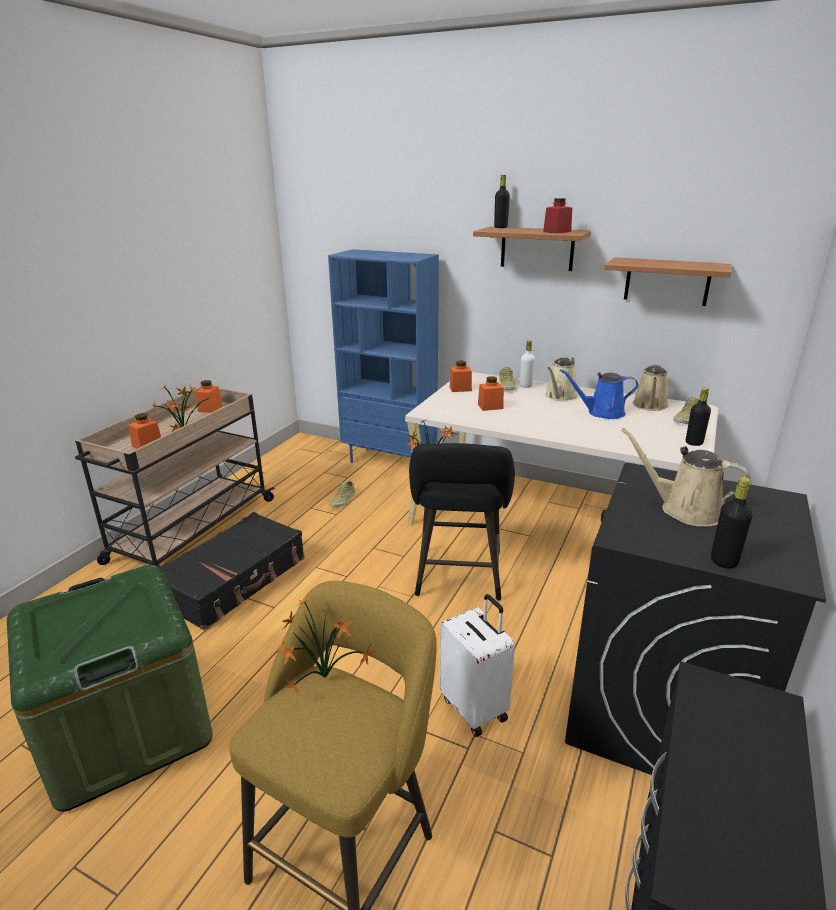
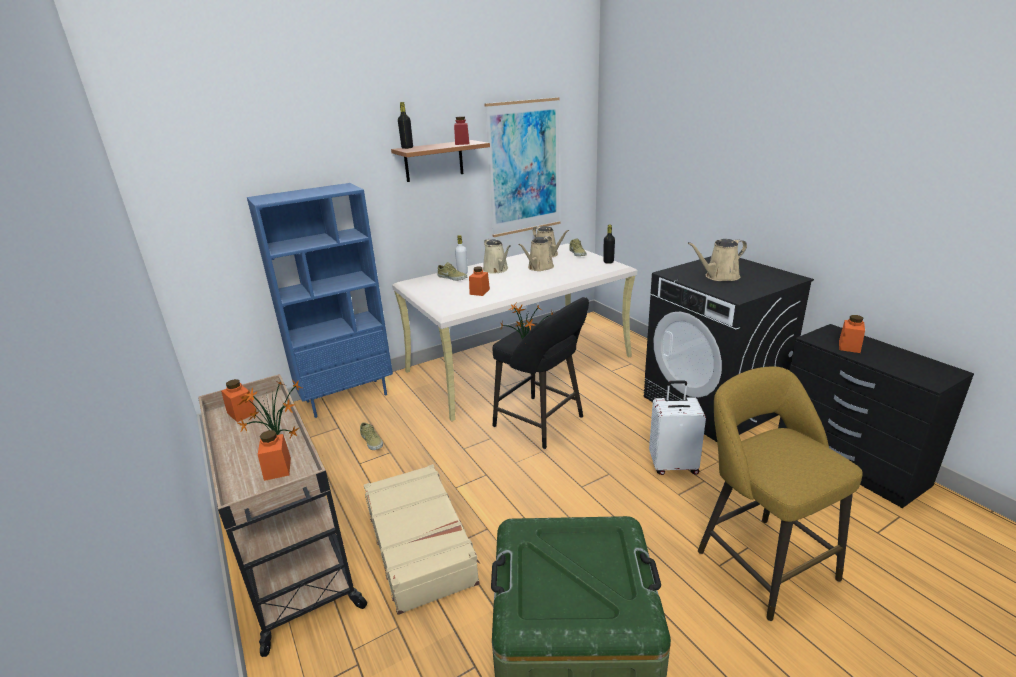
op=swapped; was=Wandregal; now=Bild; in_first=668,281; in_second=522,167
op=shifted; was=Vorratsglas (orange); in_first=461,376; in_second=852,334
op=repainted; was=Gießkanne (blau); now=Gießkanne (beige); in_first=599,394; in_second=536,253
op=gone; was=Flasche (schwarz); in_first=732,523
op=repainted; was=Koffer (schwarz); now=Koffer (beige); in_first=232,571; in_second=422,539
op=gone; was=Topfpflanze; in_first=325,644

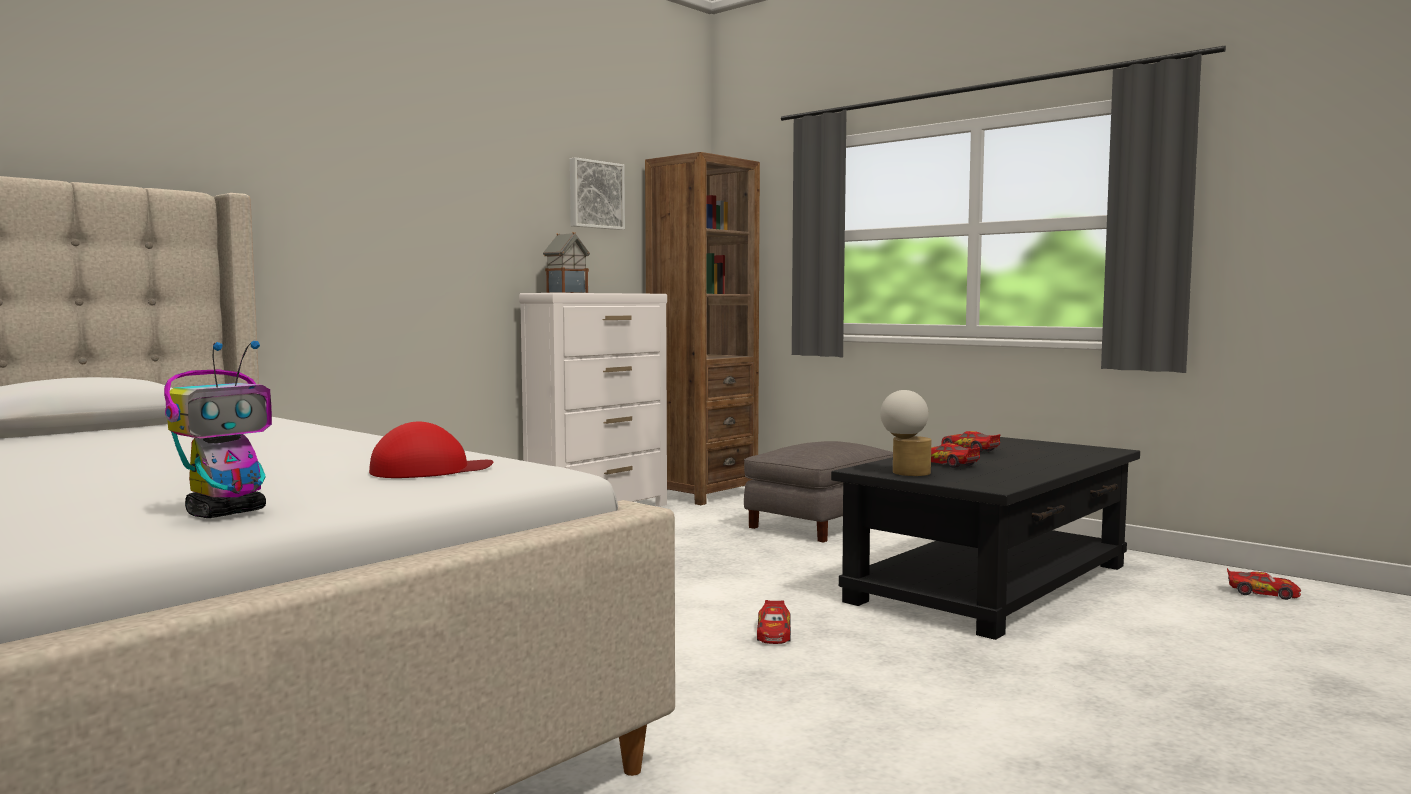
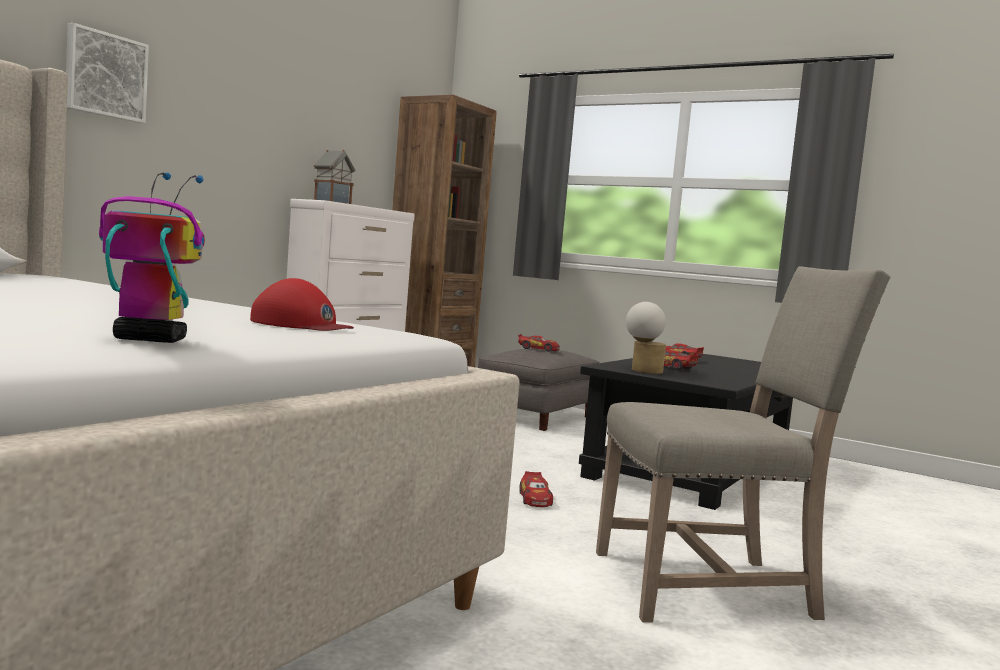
op=shifted; was=Bild; in_first=597,193; in_second=107,73
op=rotated; was=Spielzeugroboter; in_first=218,429; in_second=152,257; clockwise=-120
op=rotated; was=Kappe (rot); in_first=431,450; in_second=302,304; clockwise=60
op=shifted; was=Spielzeugauto; in_first=1264,584; in_second=539,343
op=new; now=Stuhl (beige); in_second=743,444

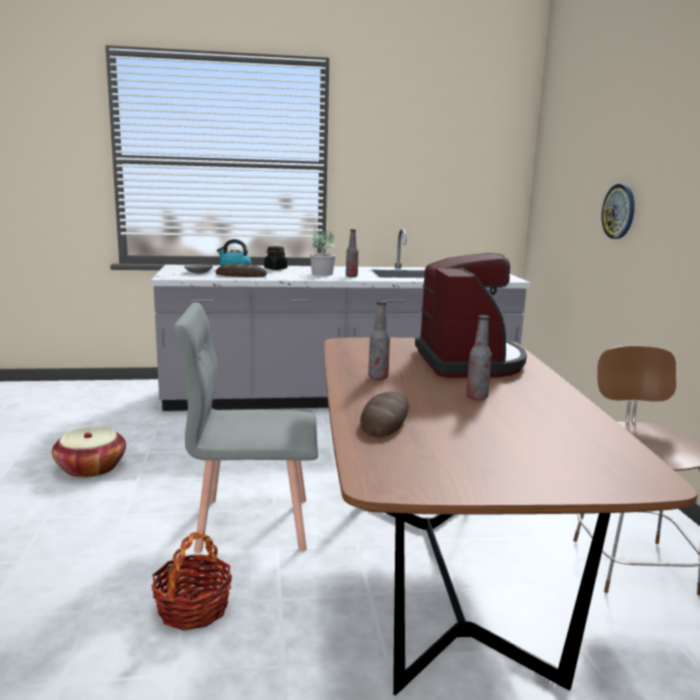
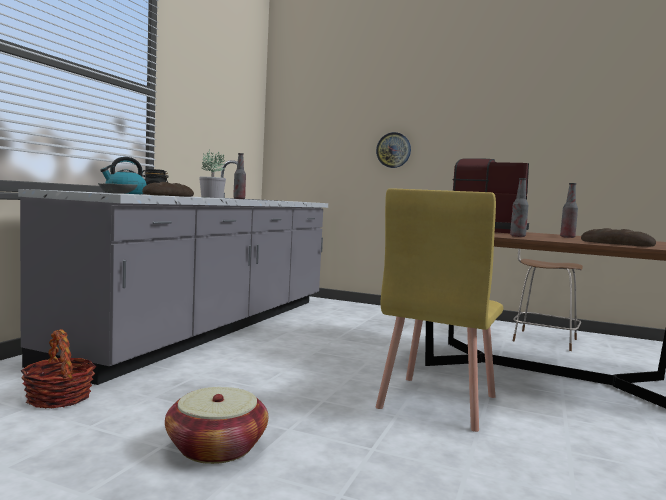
op=repainted; was=Stuhl (grau); now=Stuhl (gelb); in_first=246,427; in_second=439,310
op=shifted; was=Korb; in_first=192,580; in_second=58,368

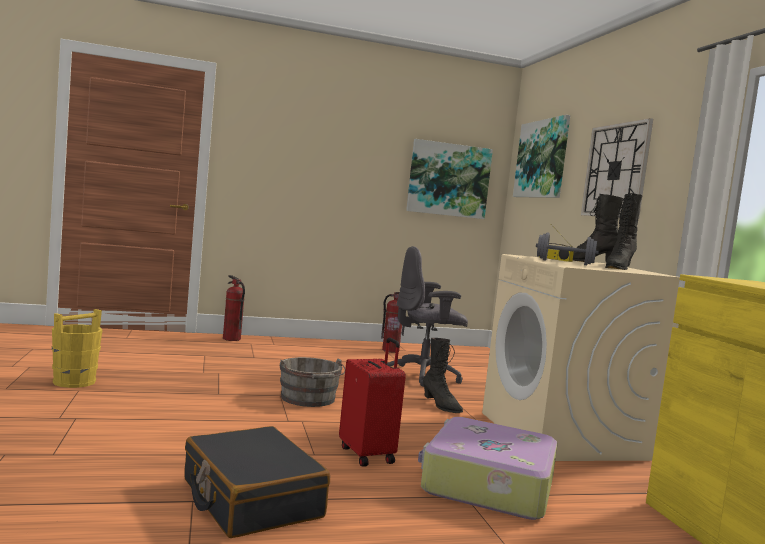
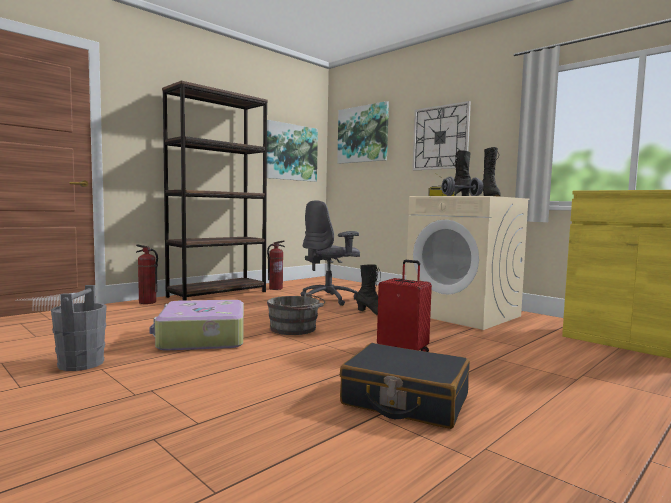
op=repainted; was=Eimer (gelb); now=Eimer (grau); in_first=77,348; in_second=79,328
op=shifted; was=Koffer; in_first=488,468; in_second=196,325
op=new; now=Bücherregal (braun); in_second=215,191

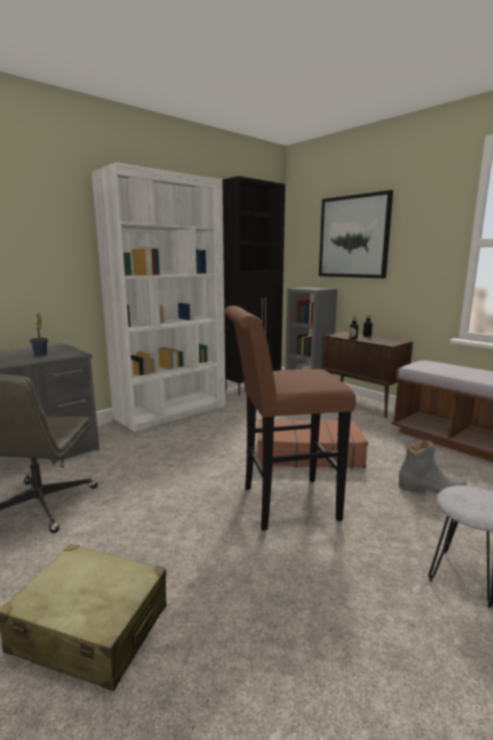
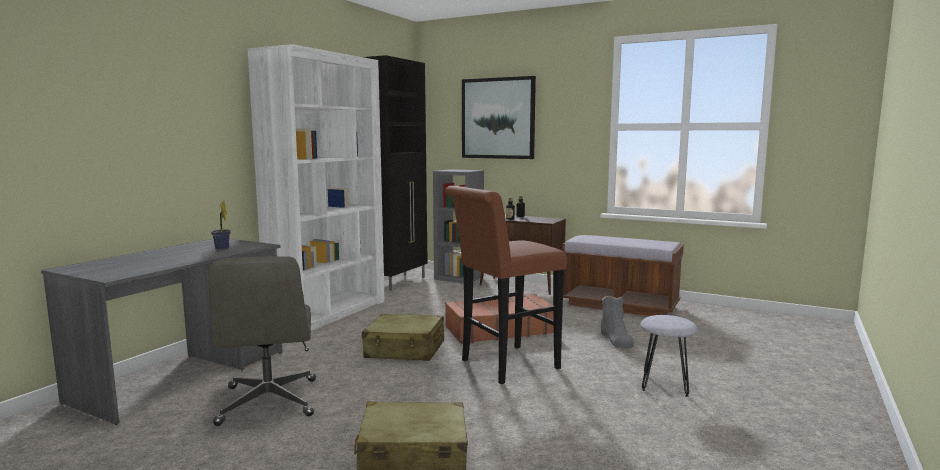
op=rotated; was=Stiefel (grau); in_first=433,467; in_second=617,322; clockwise=90
op=new; now=Koffer (beige); in_second=403,337

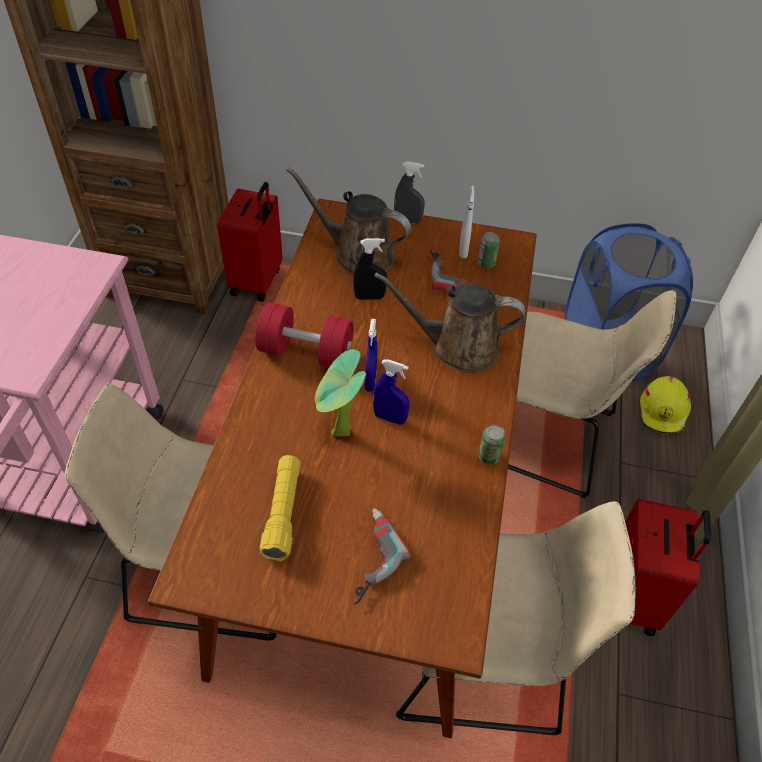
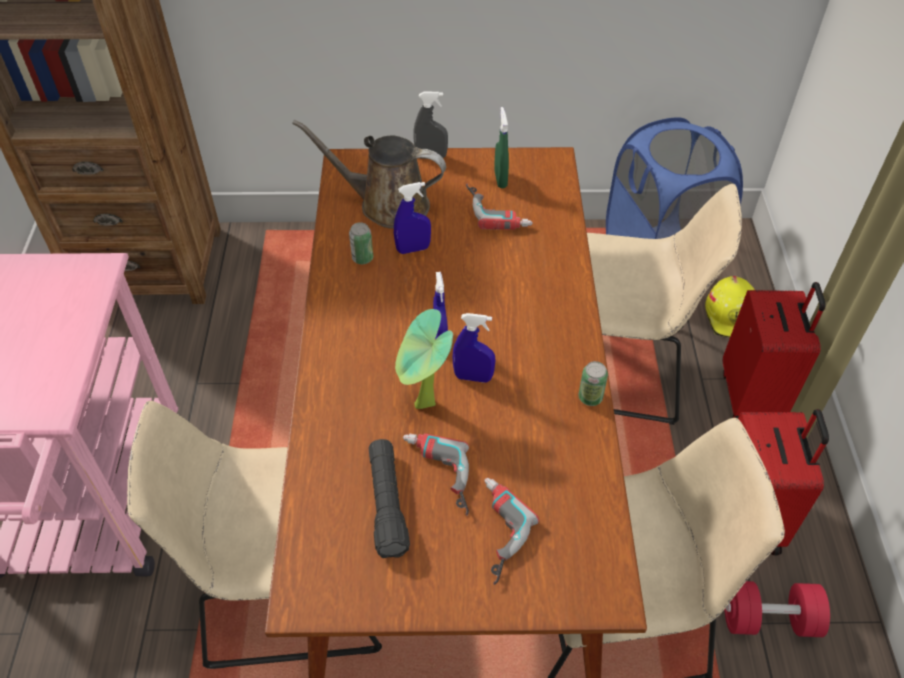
op=shifted; was=Koffer (rot); in_first=249,242; in_second=774,350
op=repainted; was=Sprühflasche (weiß); now=Sprühflasche (grün); in_first=466,222; in_second=501,147
op=shifted; was=Dose; in_first=489,250; in_second=361,243
op=repainted; was=Sprühflasche (schwarz); now=Sprühflasche (blau); in_first=370,269; in_second=412,218
op=gone; was=Gießkanne (braun); in_first=449,322
op=shifted; was=Hantel (rot); in_first=304,334; in_second=777,609
op=repainted; was=Taschenlampe (gelb); now=Taschenlampe (schwarz); in_first=280,508; in_second=389,498
op=new; now=Bohrmaschine; in_second=436,474

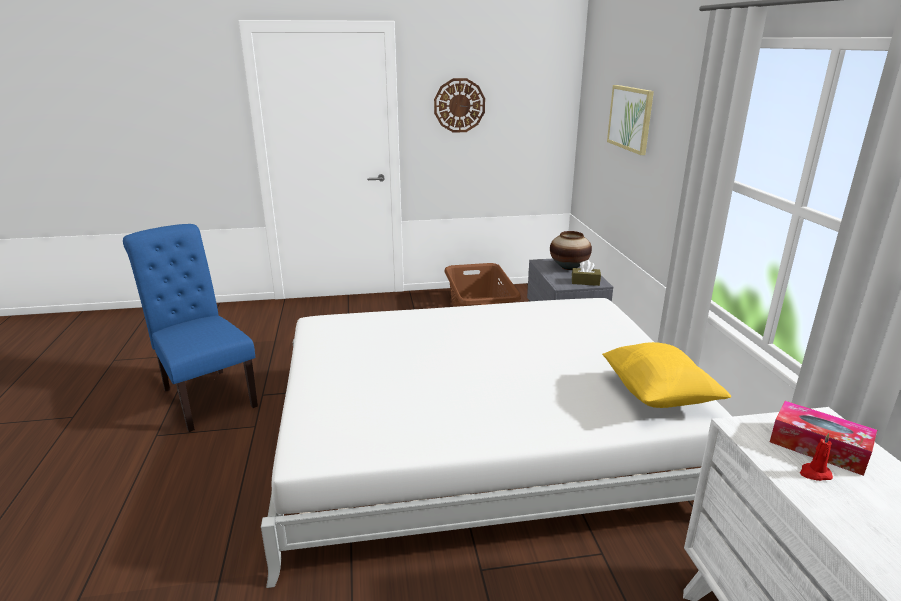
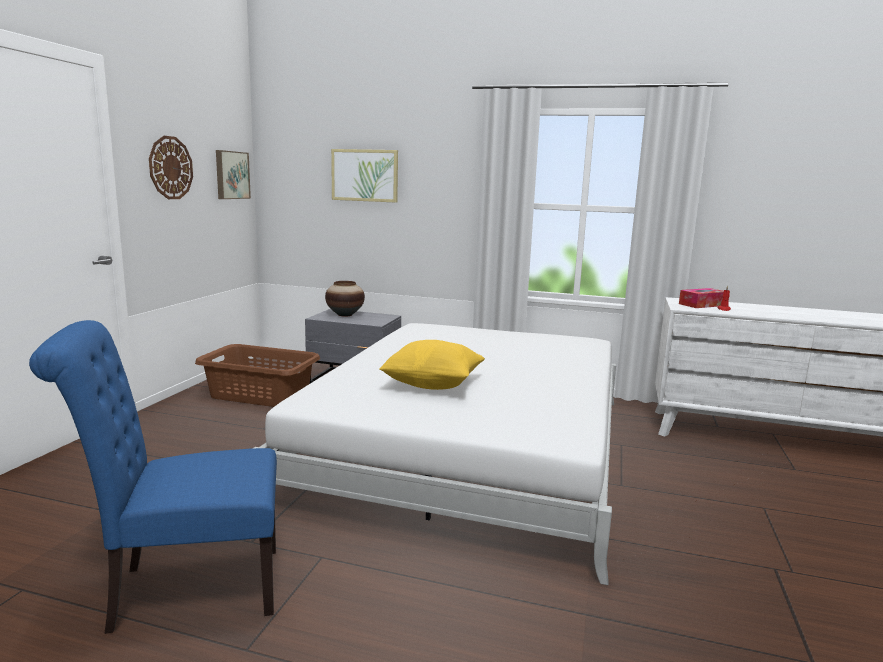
op=gone; was=Taschentuchbox (braun); in_first=586,273
op=shifted; was=Kissen (gelb); in_first=666,375; in_second=432,365
op=new; now=Bild; in_second=233,174

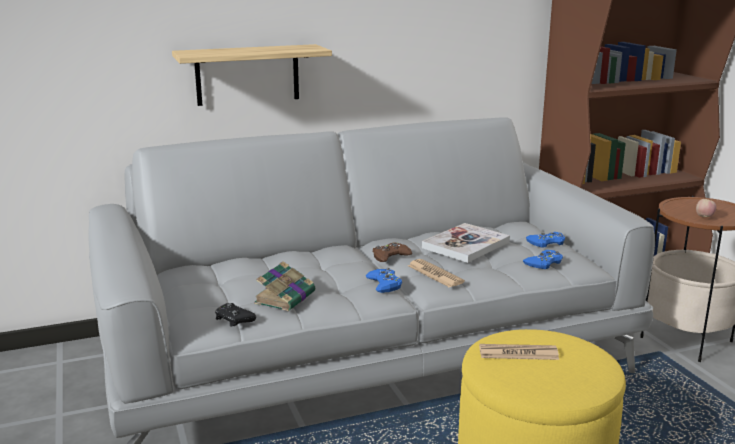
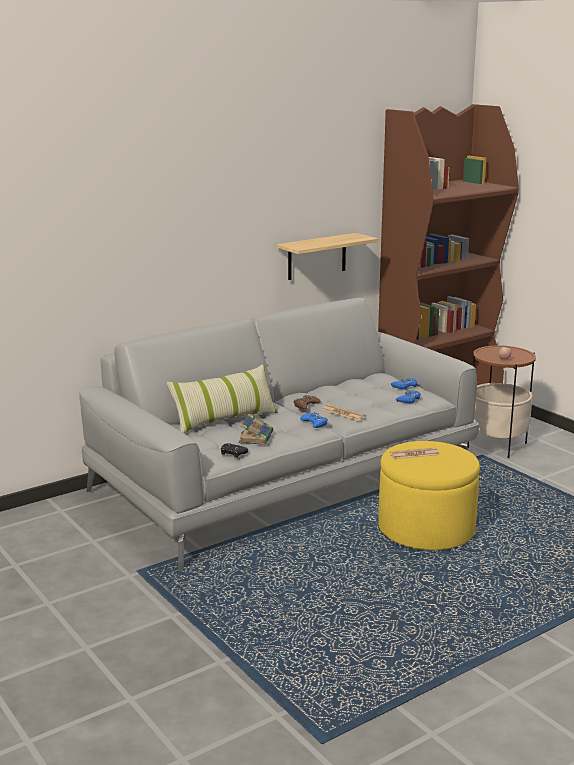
op=shifted; was=Wandregal; in_first=252,75; in_second=328,256
op=gone; was=Buch; in_first=466,243
op=new; now=Kissen; in_second=222,398

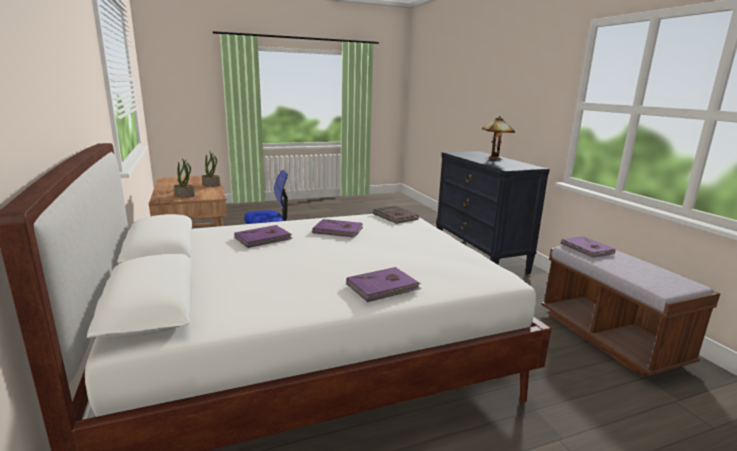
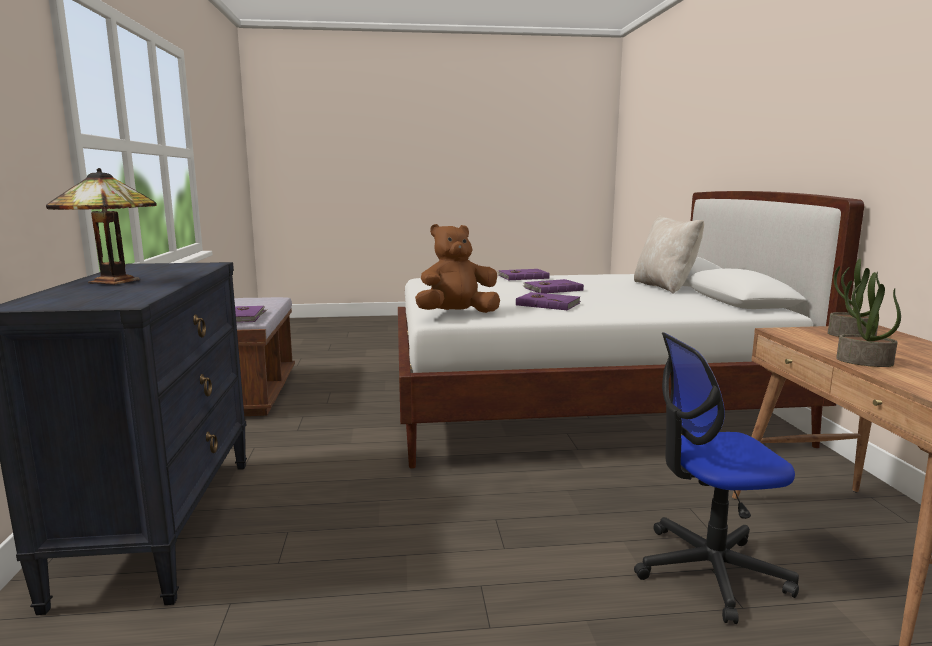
op=swapped; was=Buch (braun); now=Plüschtier (braun); in_first=396,215; in_second=457,268
op=shifted; was=Buch (lila); in_first=264,236; in_second=553,286
op=new; now=Kissen (beige); in_second=669,255

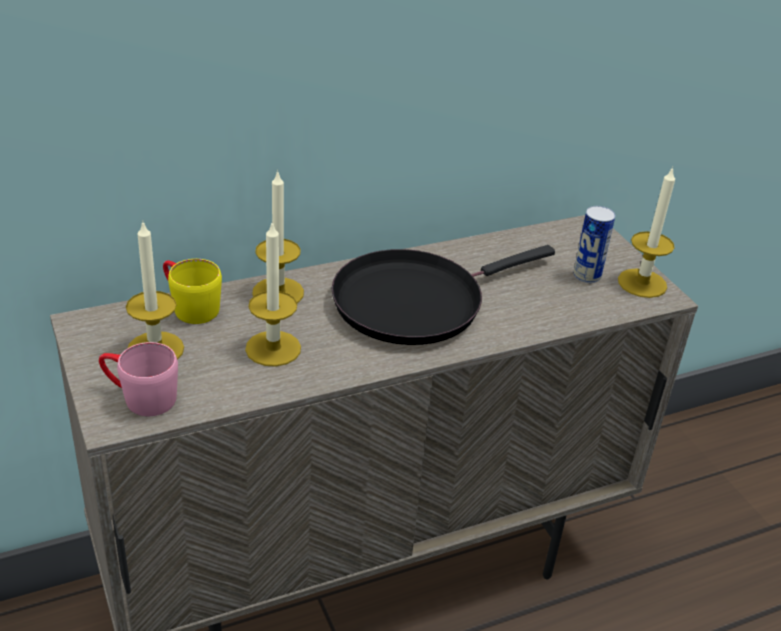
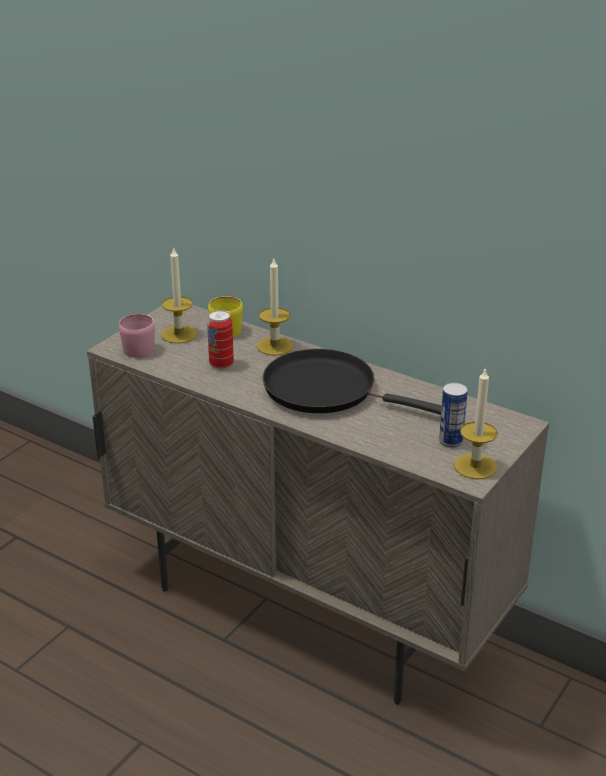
op=swapped; was=Kerze; now=Dose; in_first=273,294; in_second=220,339

